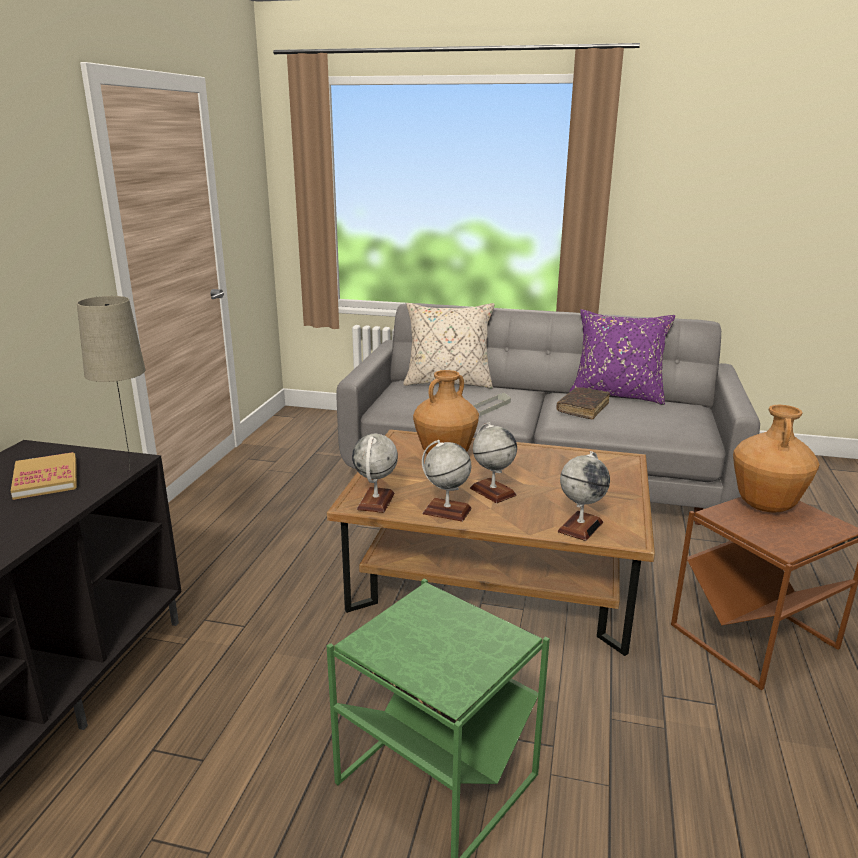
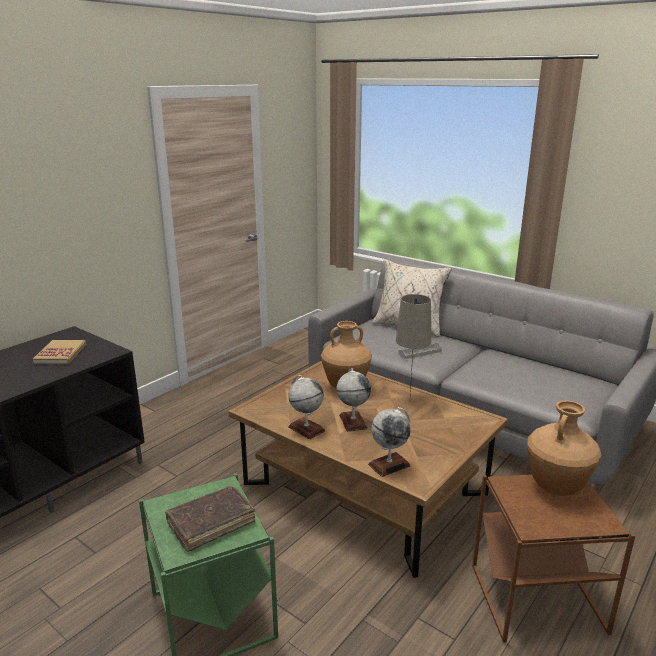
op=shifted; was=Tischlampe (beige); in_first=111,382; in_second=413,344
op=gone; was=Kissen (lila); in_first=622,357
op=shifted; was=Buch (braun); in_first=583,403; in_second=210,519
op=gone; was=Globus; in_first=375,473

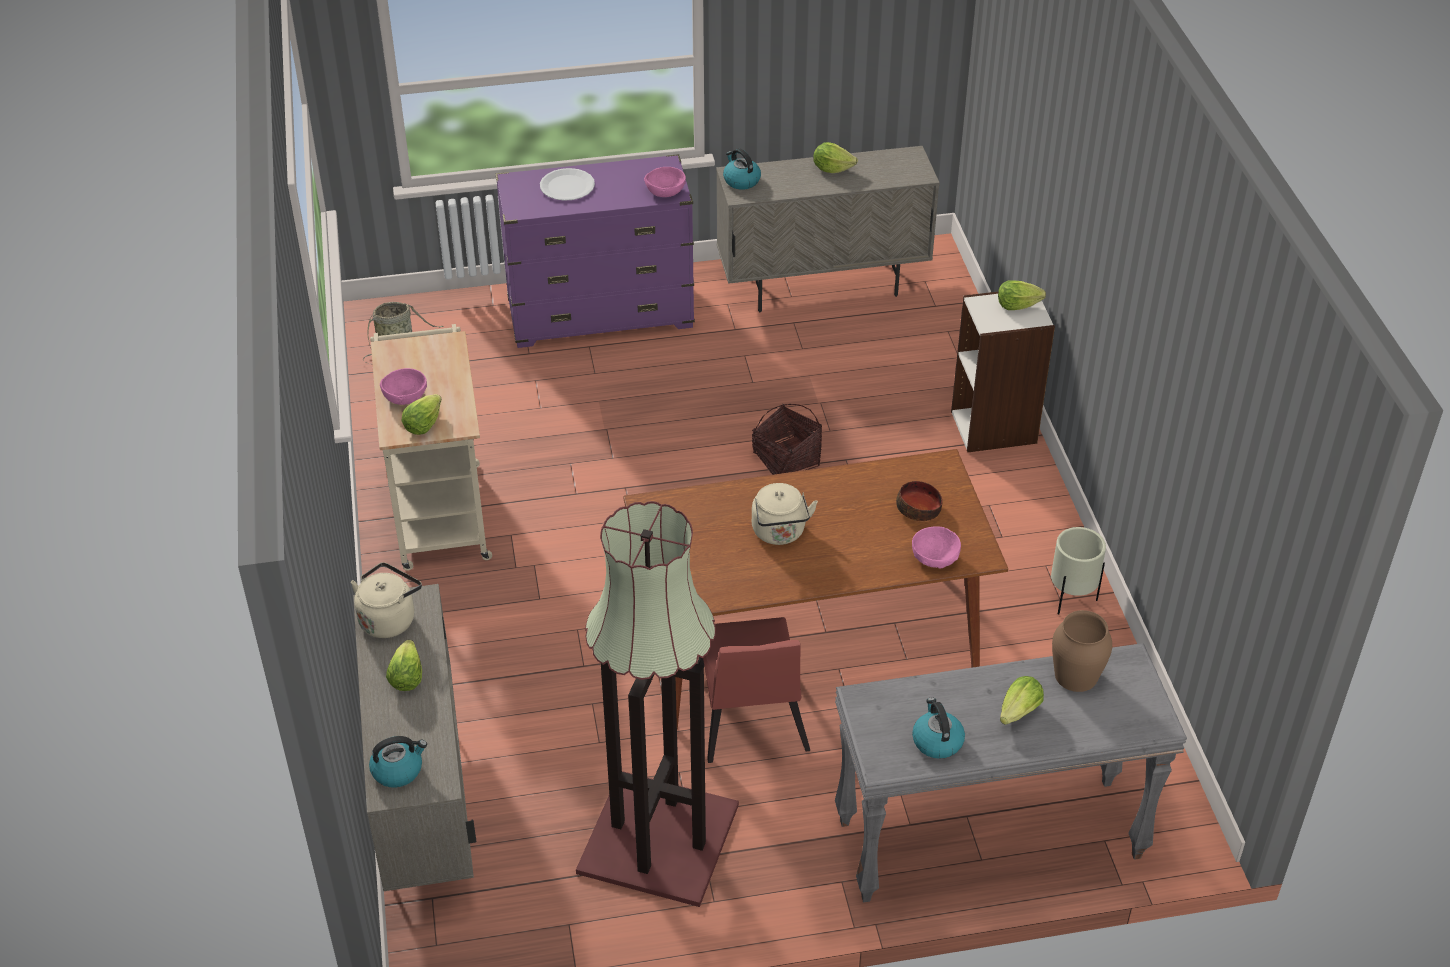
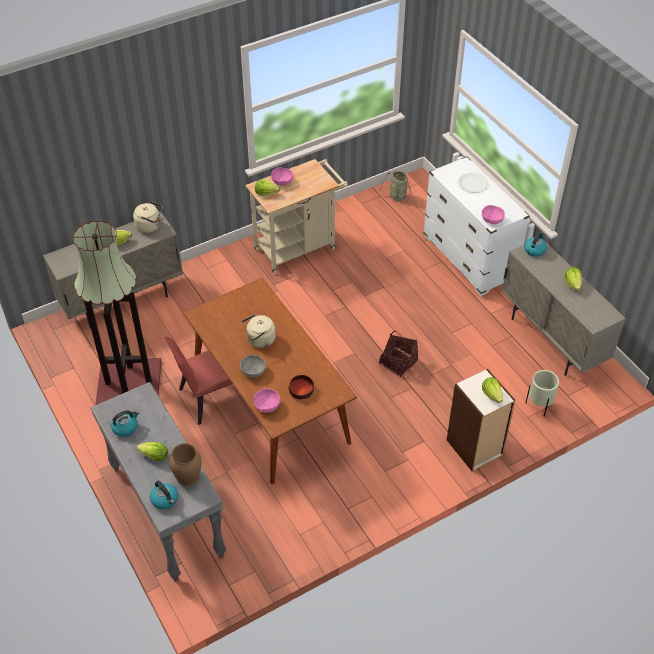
op=repainted; was=Kommode (lila); now=Kommode (weiß); in_first=595,251; in_second=476,226
op=shifted; was=Pflanzkübel (beige); in_first=1078,571; in_second=542,393
op=shifted; was=Wasserkessel; in_first=398,761; in_second=164,495
op=new; now=Schüssel (grau); in_second=253,366

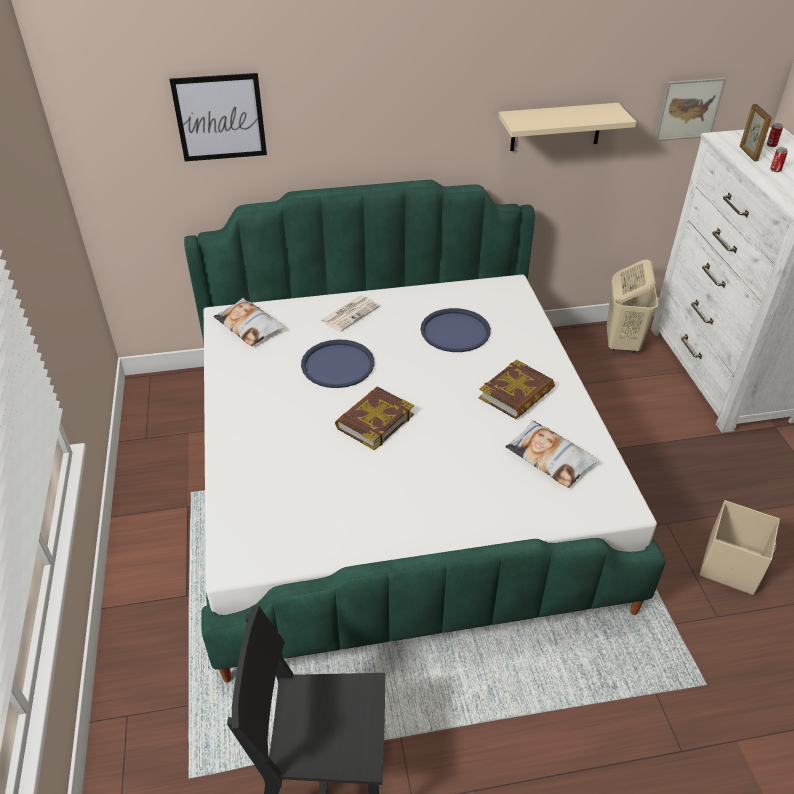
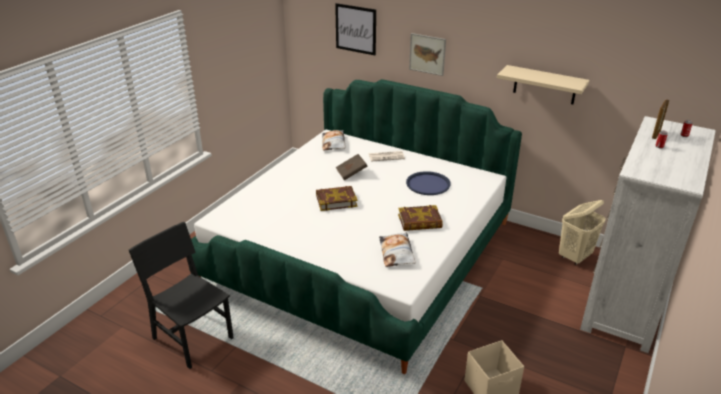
op=shifted; was=Bild; in_first=690,109; in_second=427,54
op=swapped; was=Tablett (blau); now=Buch (braun); in_first=338,363; in_second=351,167

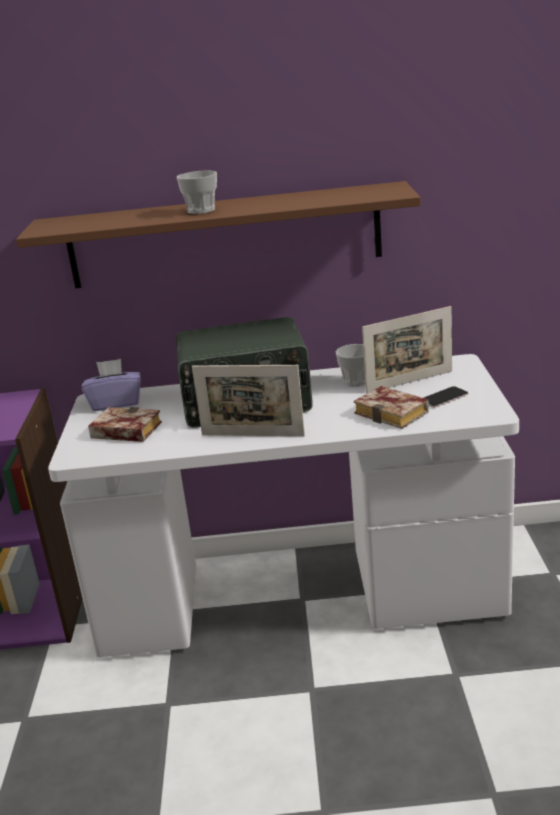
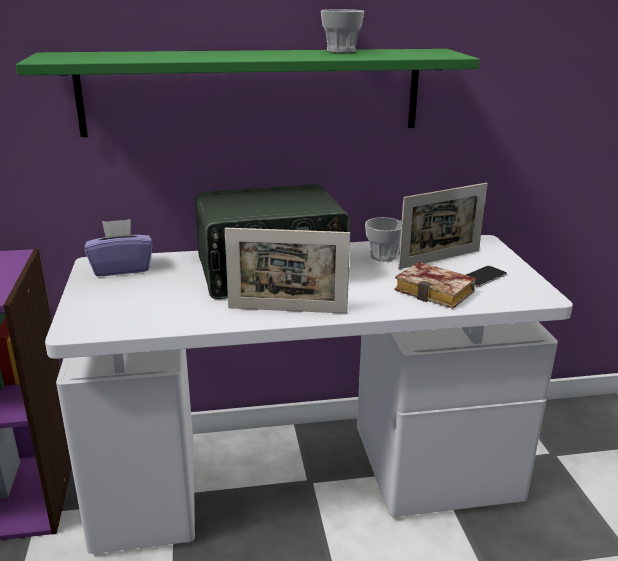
op=shifted; was=Tasse; in_first=197,192; in_second=342,31
op=repainted; was=Wandregal (braun); now=Wandregal (grün); in_first=218,234; in_second=248,93
op=gone; was=Buch; in_first=125,424

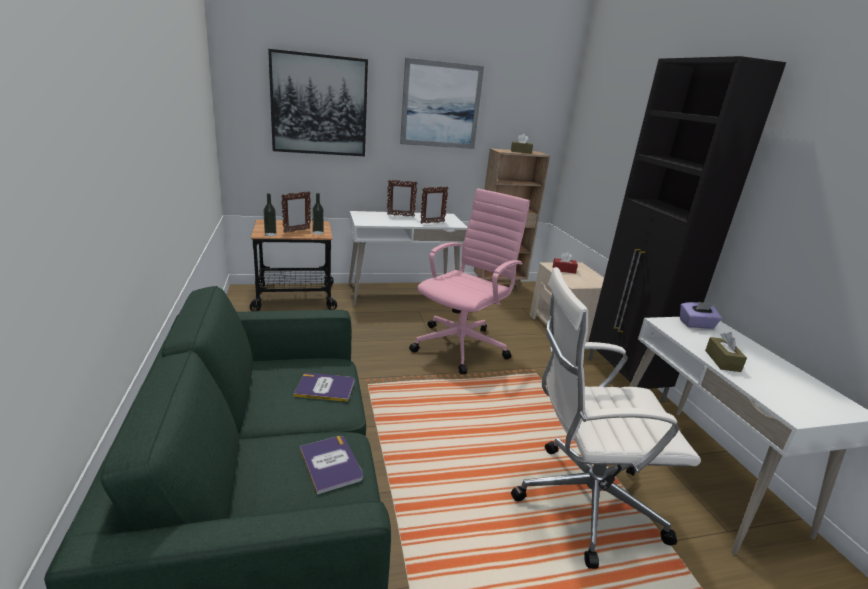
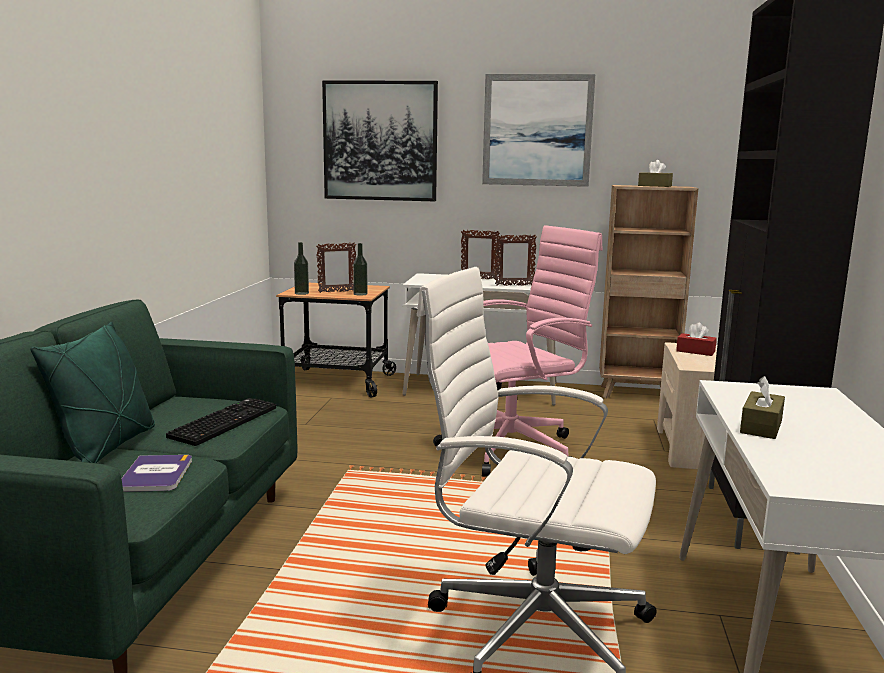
op=gone; was=Taschentuchbox (lila); in_first=701,315
op=swapped; was=Buch; now=Tastatur; in_first=324,387; in_second=221,422
op=new; now=Kissen (grün); in_second=93,392

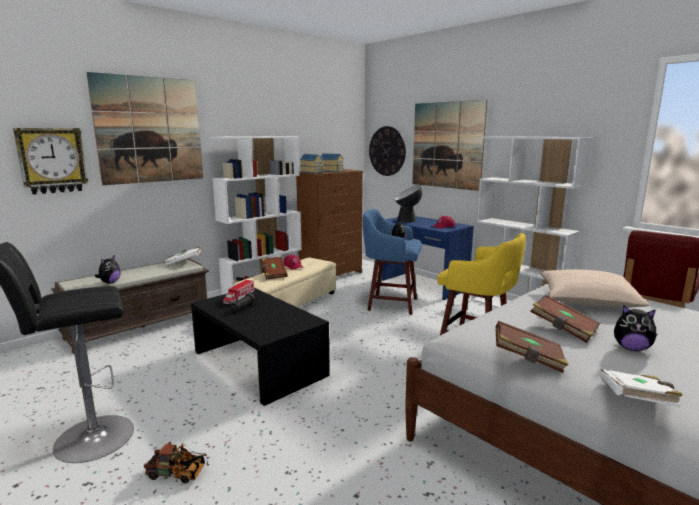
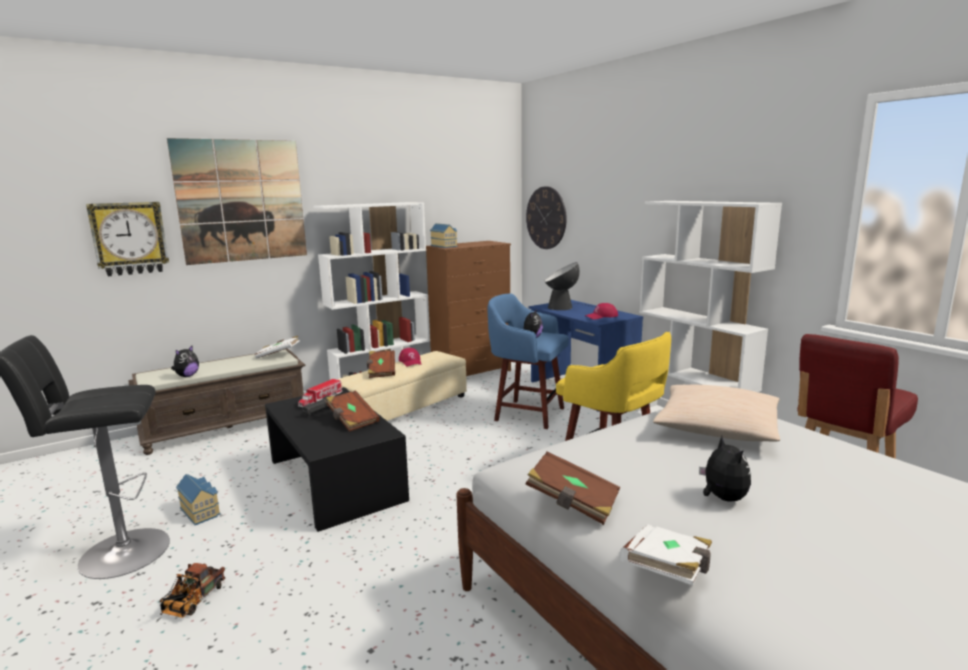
op=gone; was=Bild; in_first=449,145
op=shifted; was=Spielzeughaus; in_first=332,162; in_second=198,499
op=shifted; was=Buch (braun); in_first=565,319; in_second=353,411
op=rotated; was=Plüschtier; in_first=635,328; in_second=725,469; clockwise=-135
op=rotated; was=Spielzeuglaster; in_first=176,462; in_second=192,590; clockwise=90

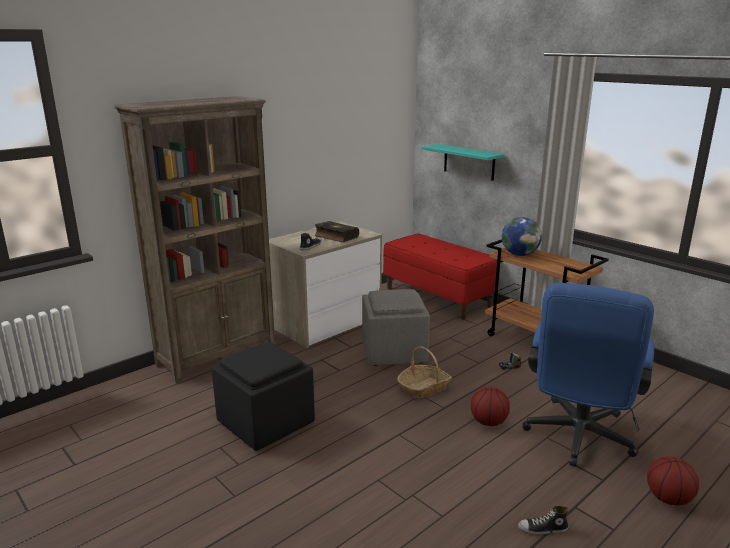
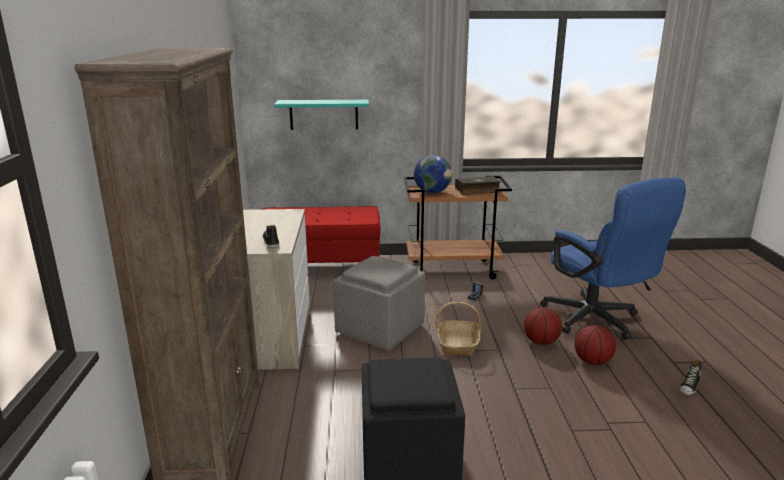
op=shifted; was=Buch; in_first=337,232; in_second=478,185
op=shifted; was=Basketball; in_first=673,480; in_second=595,345

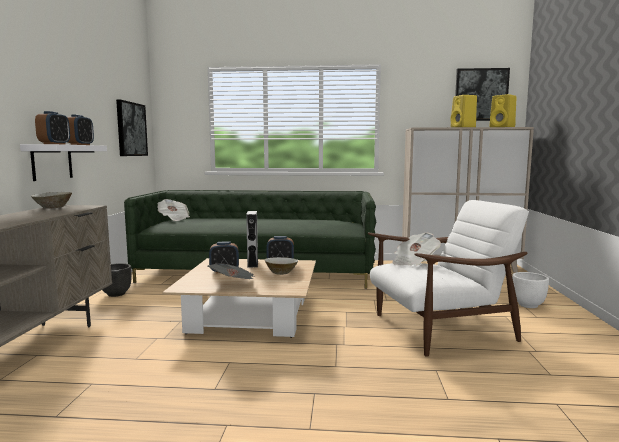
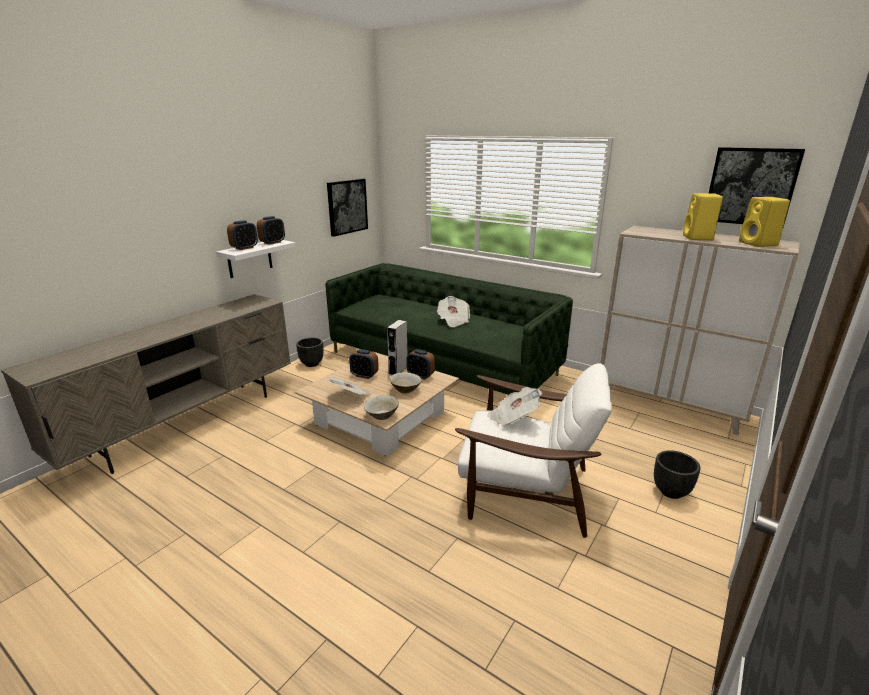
op=shifted; was=Schüssel (beige); in_first=51,200; in_second=381,407
op=shifted; was=Zeitung; in_first=173,210; in_second=453,311
op=repainted; was=Pflanzkübel (weiß); now=Pflanzkübel (schwarz); in_first=530,290; in_second=677,474

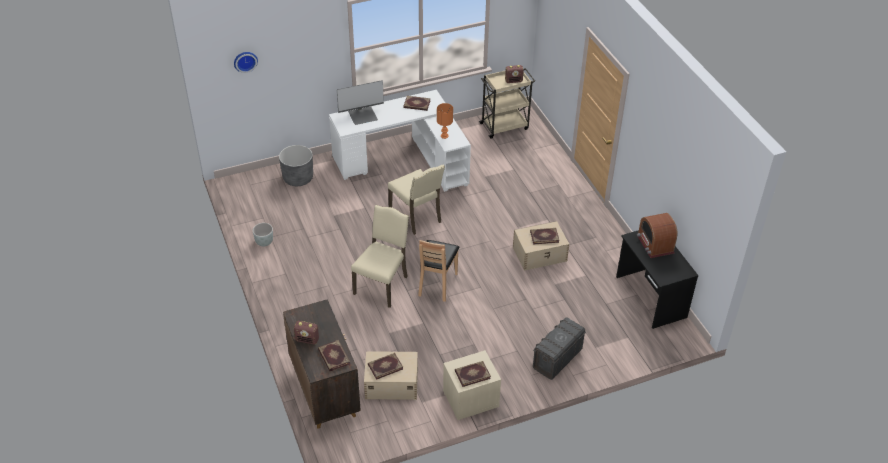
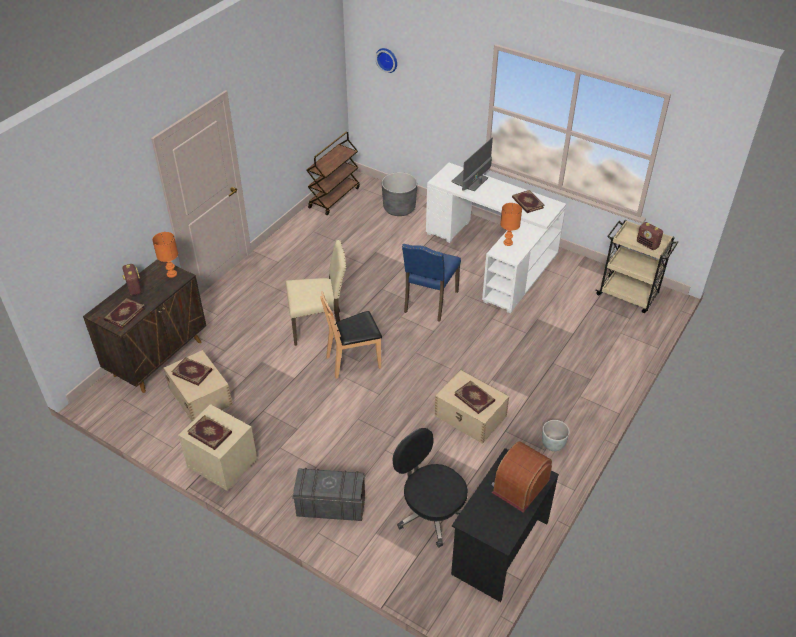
op=rotated; was=Monitor; in_first=360,102; in_second=472,164; clockwise=90
op=repainted; was=Stuhl (beige); now=Stuhl (blau); in_first=416,200; in_second=431,283
op=shifted; was=Pflanzkübel (grau); in_first=262,234; in_second=556,435
op=new; now=Rollwagen (braun); in_second=333,173
op=new; now=Tischlampe (orange); in_second=165,255
op=new; now=Bürostuhl (schwarz); in_second=430,487

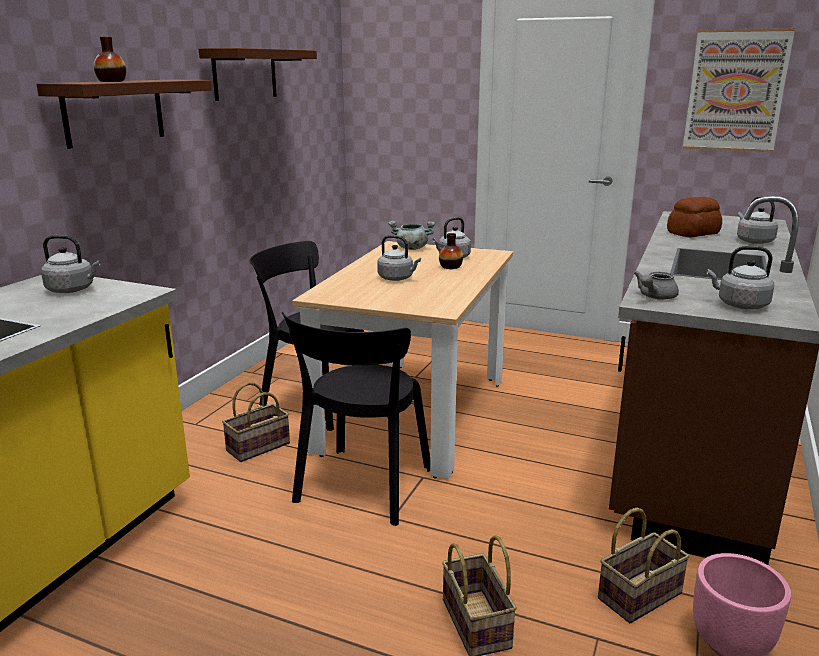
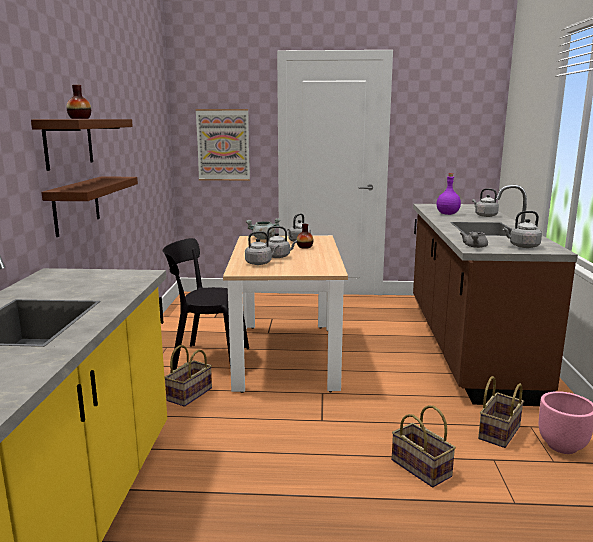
op=shifted; was=Bild; in_first=739,90; in_second=223,145
op=shifted; was=Wandregal (braun); in_first=258,74; in_second=89,207
op=swapped; was=Brot; now=Flasche (lila); in_first=694,217; in_second=448,194
op=shifted; was=Wasserkessel (grau); in_first=70,264; in_second=262,248
op=gone; was=Stuhl (schwarz); in_first=356,419

